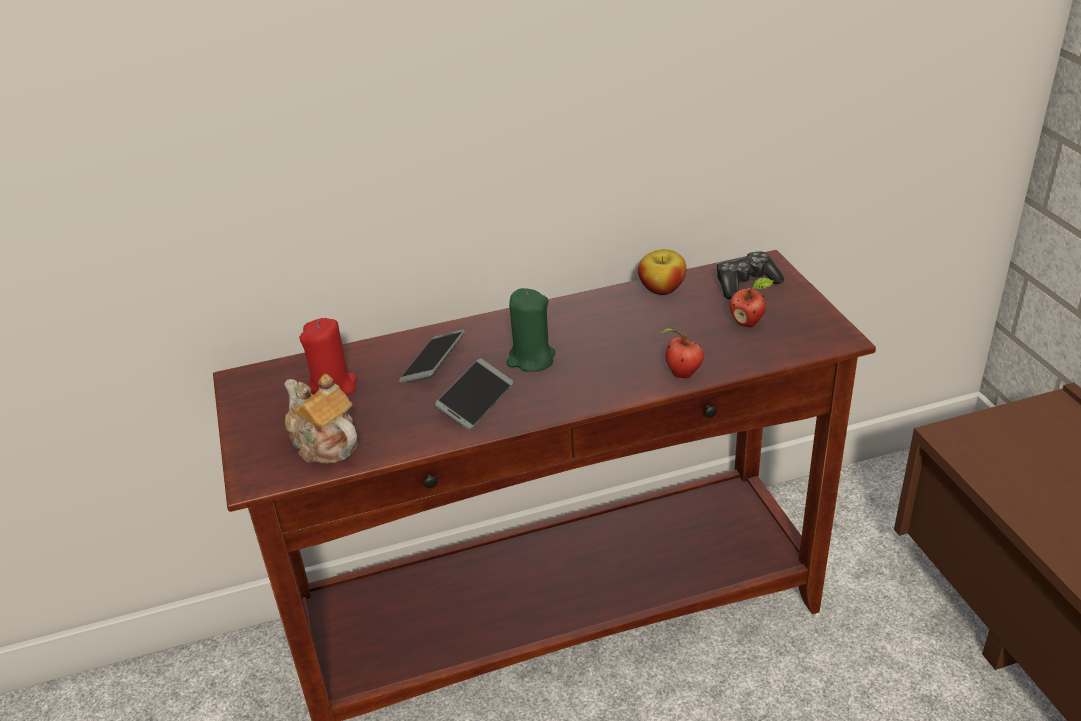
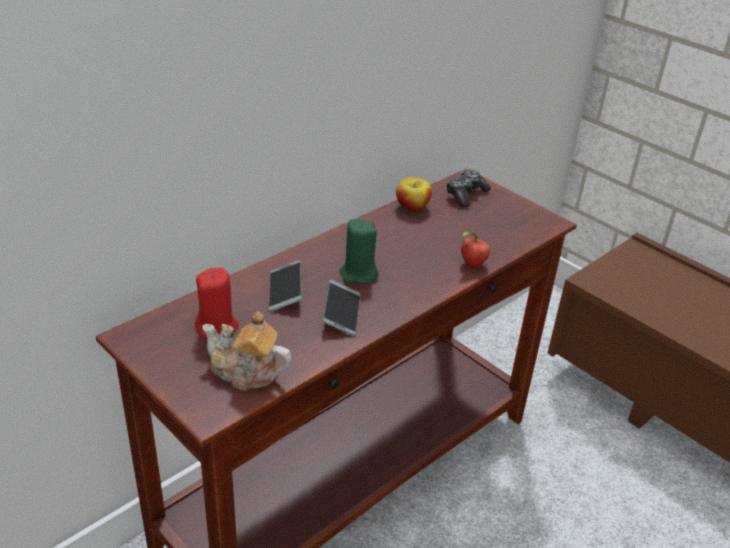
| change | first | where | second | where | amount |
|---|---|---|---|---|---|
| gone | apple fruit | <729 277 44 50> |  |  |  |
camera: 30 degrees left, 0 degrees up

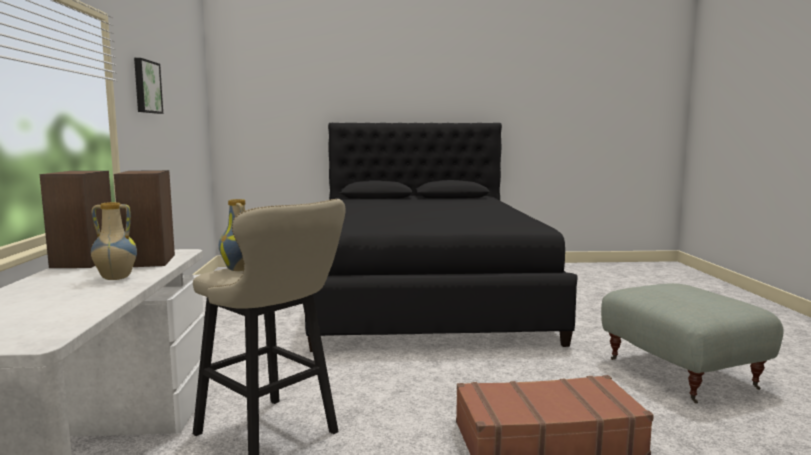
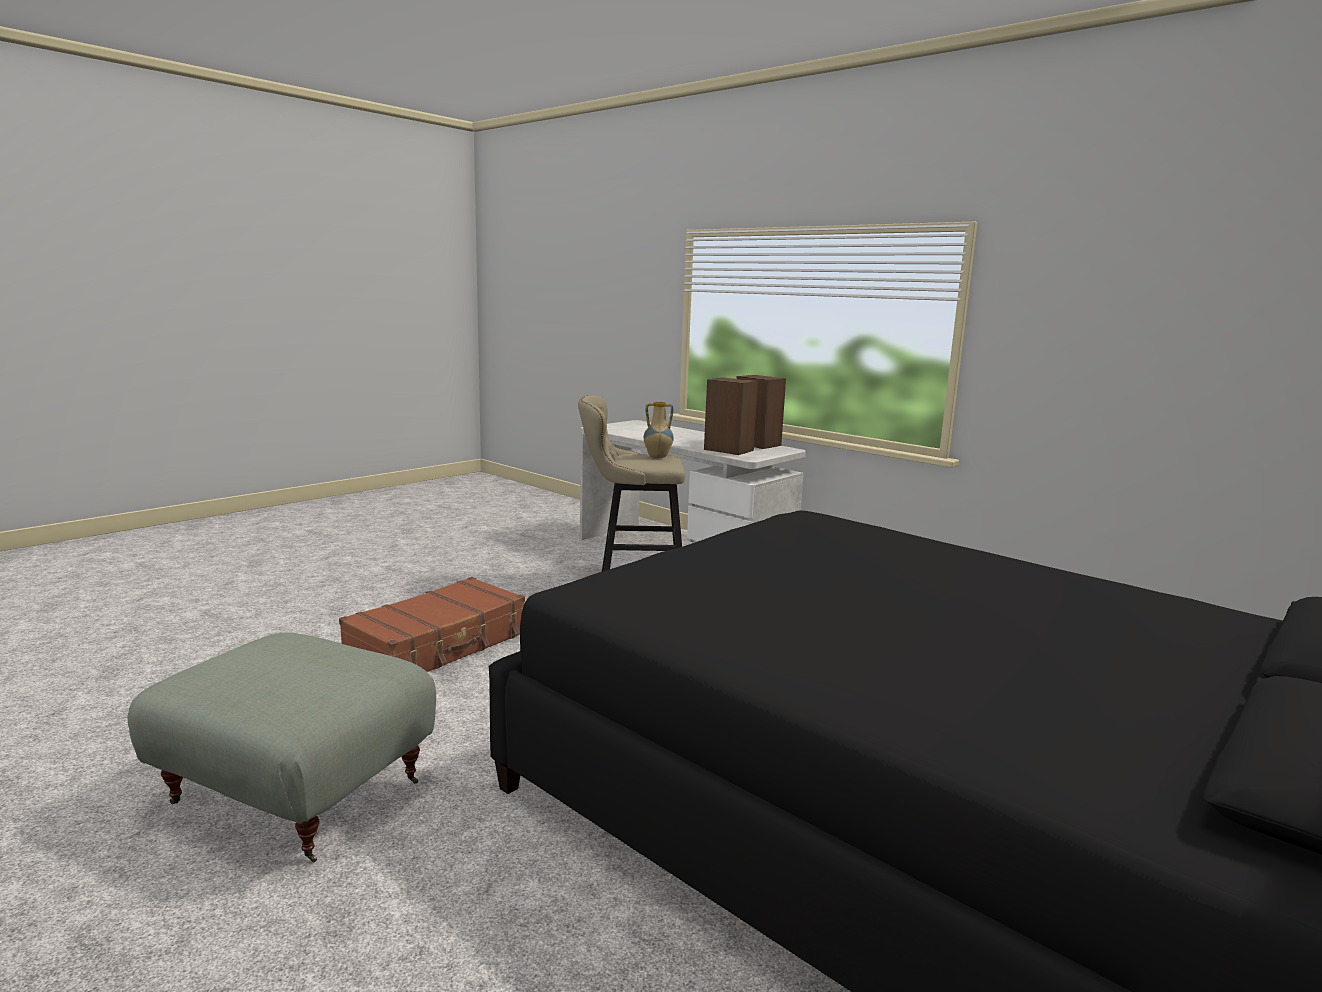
| change | first | where | second | where | amount |
|---|---|---|---|---|---|
| gone | wall picture | <134 58 29 56> |  |  |  |
| gone | decorative vase | <91 202 46 78> |  |  |  |
camera: 135 degrees right, 5 degrees up

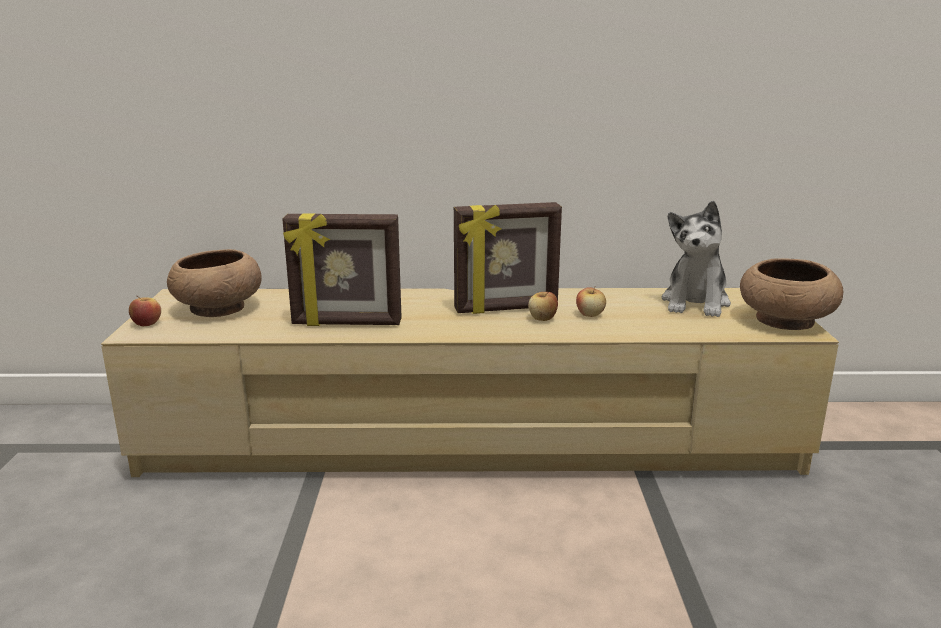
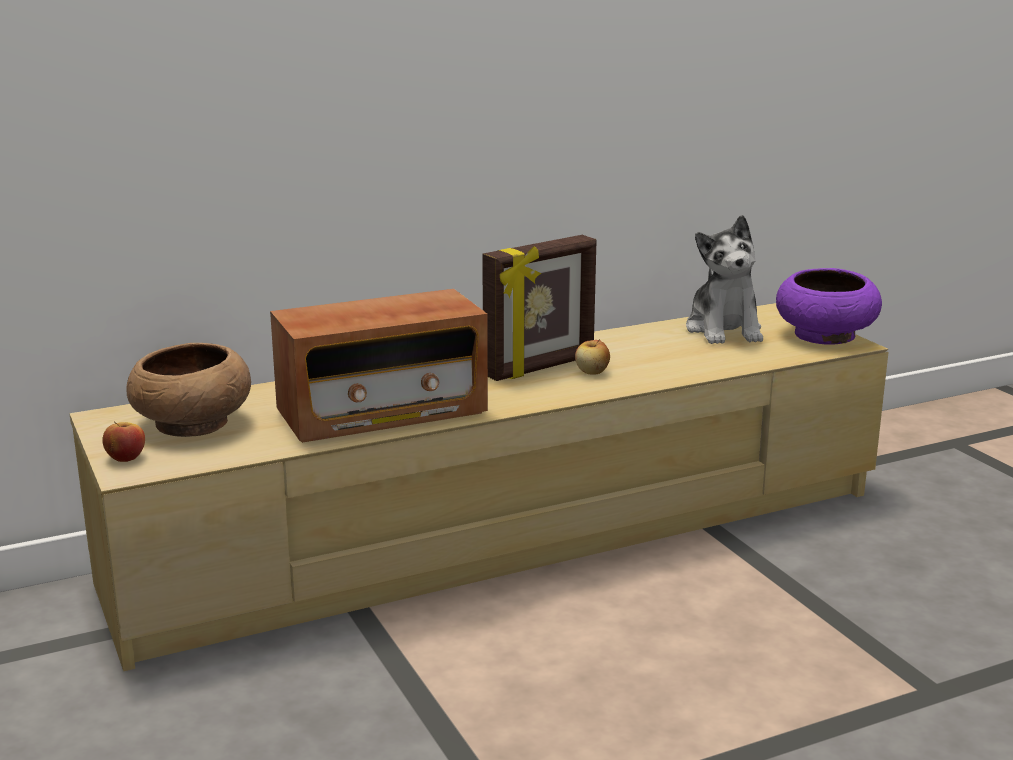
| change | first | where | second | where | amount |
|---|---|---|---|---|---|
| swapped | photo frame | <282 213 120 113> | radio receiver | <270 289 218 154> |  |
| repainted | brown-coloured serving bowl | <740 258 103 72> | purplish serving bowl | <776 268 106 77> |  |
| gone | apple fruit | <576 286 30 31> |  |  |  |
camera: 25 degrees left, 0 degrees up

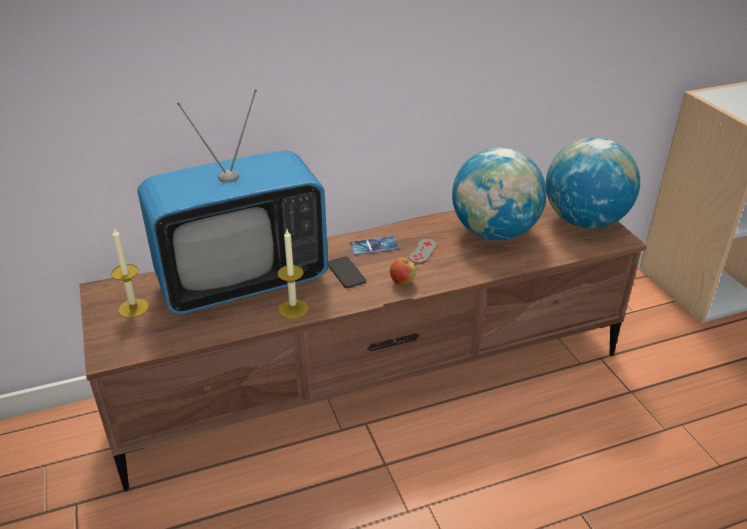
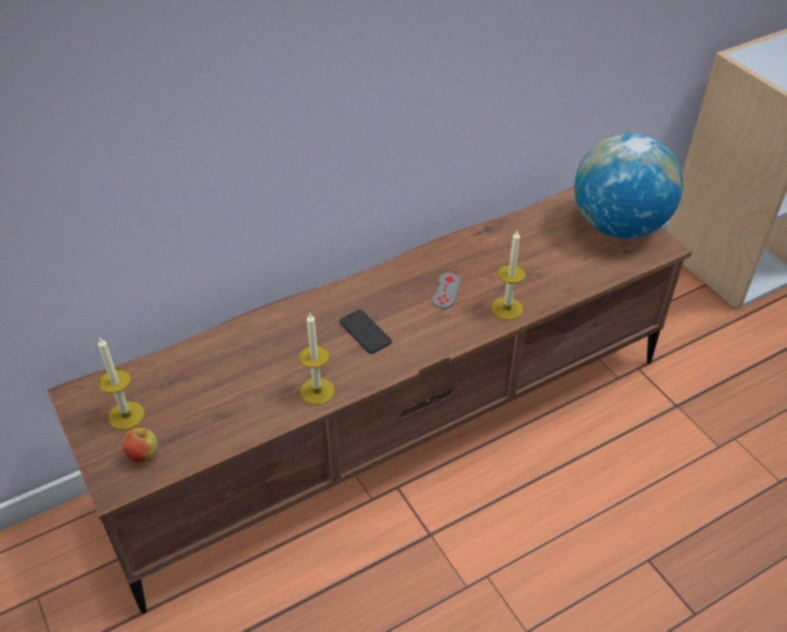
| change | first | where | second | where | amount |
|---|---|---|---|---|---|
| gone | television | <137 90 191 224> |  |  |  |
| gone | desk globe | <452 147 95 94> |  |  |  |
| gone | telephone | <350 236 49 19> |  |  |  |
| shifted | apple fruit | <390 257 26 28> |  | <123 427 35 37> |  |
| new |  |  | wax light | <492 229 34 91> |  |
camera: 10 degrees left, 10 degrees up

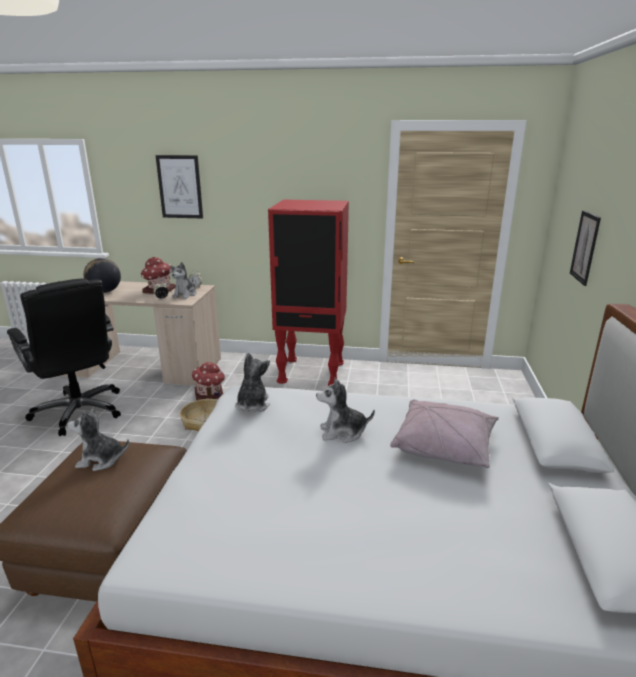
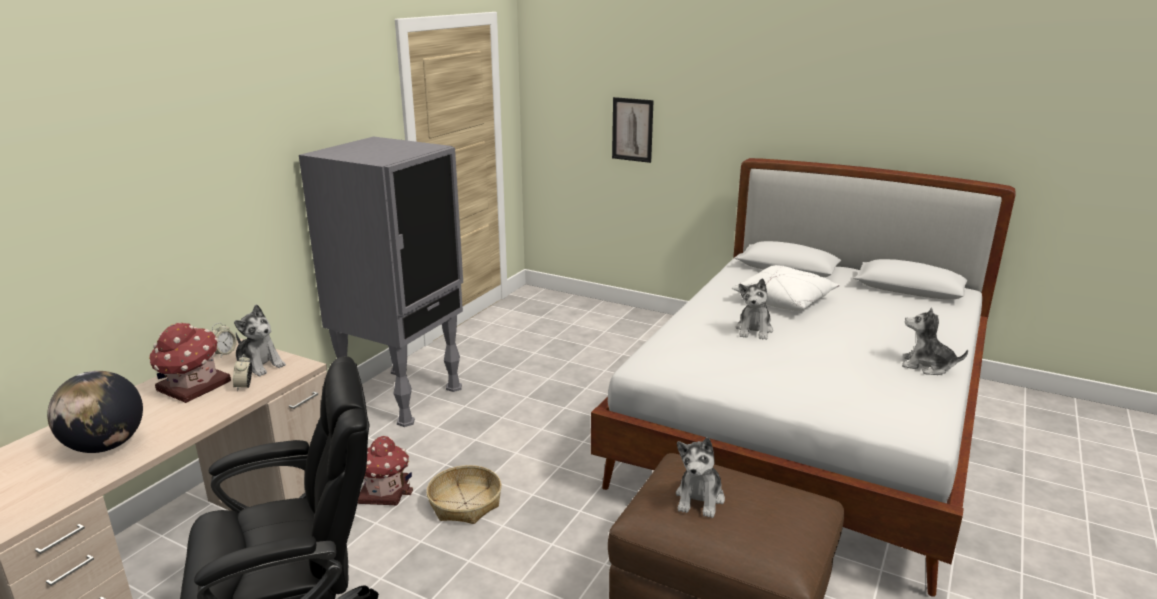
| change | first | where | second | where | amount |
|---|---|---|---|---|---|
| gone | wall picture | <156 155 47 64> |  |  |  |
| repainted | red-coloured cupboard | <268 200 81 186> | gray cupboard | <299 136 164 291> |  |
| shifted | plush toy | <235 353 35 59> |  | <902 307 66 68> |  |
| repainted | purplish pillow | <390 399 109 69> | white pillow | <732 265 108 46> |  |
camera: 70 degrees left, 0 degrees up

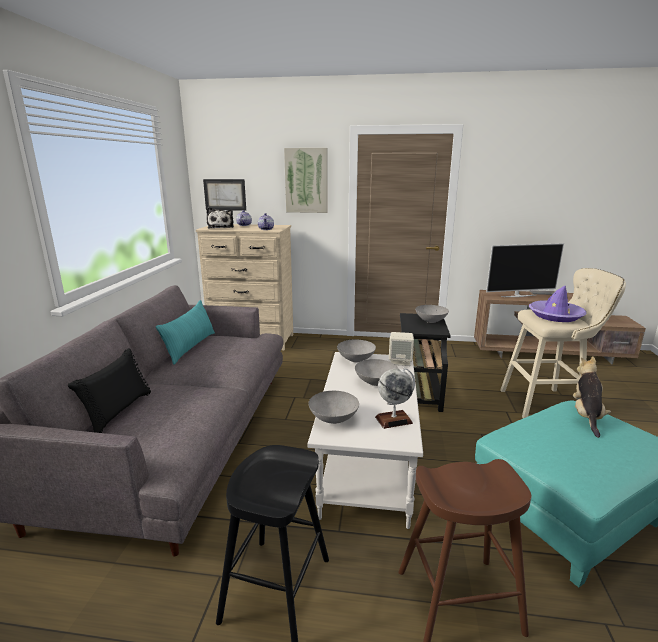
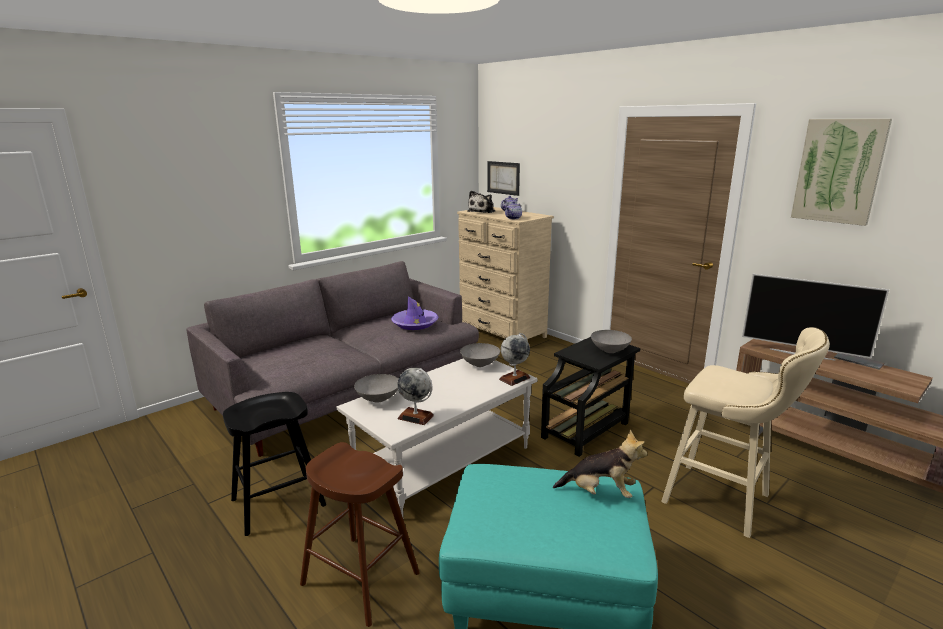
| change | first | where | second | where | amount |
|---|---|---|---|---|---|
| shifted | wall picture | <284 148 44 65> |  | <791 119 101 107> |  |
| shifted | purplish clothing hat | <529 286 58 36> |  | <391 297 47 33> |  |
| gone | turquoise pillow | <156 300 59 64> |  |  |  |
| swapped | beige audio speaker | <389 332 25 34> | desk globe | <499 333 32 53> |  |
| gone | black-coloured pillow | <68 348 83 85> |  |  |  |
| rotated | plush toy | <573 356 38 82> |  | <553 430 94 68> | 45 degrees clockwise |
| gone | gray serving bowl | <355 359 43 27> |  |  |  |
camera: 40 degrees right, 0 degrees up

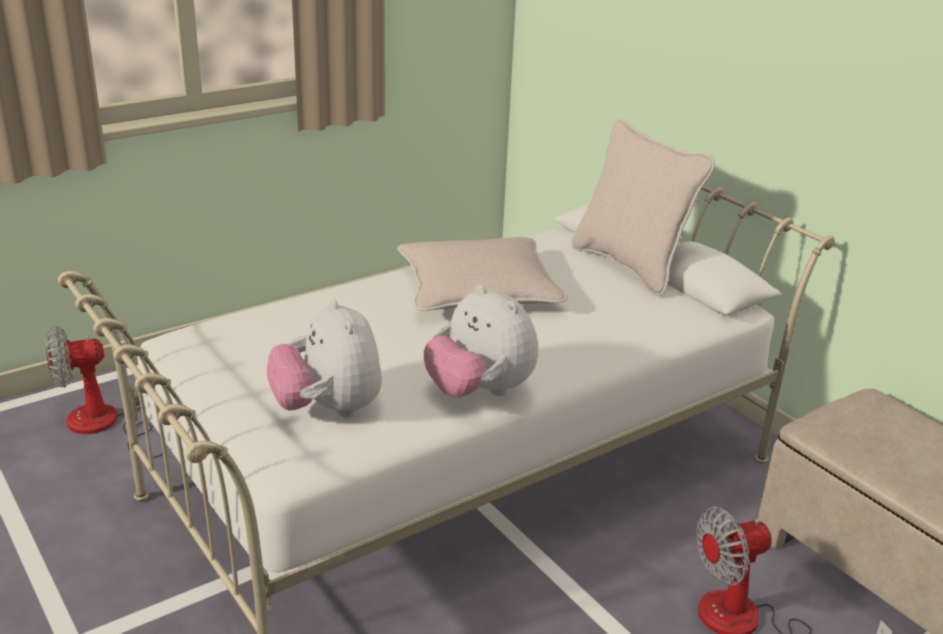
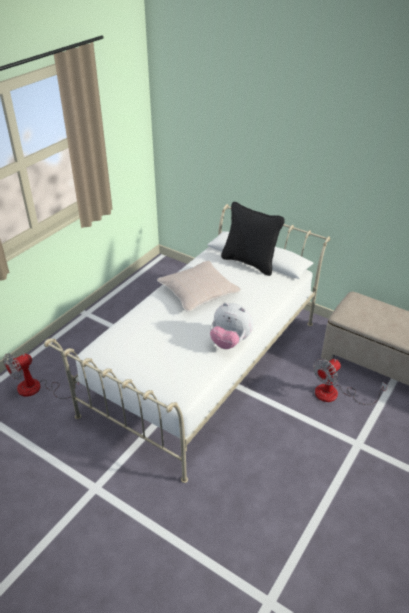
| change | first | where | second | where | amount |
|---|---|---|---|---|---|
| repainted | beige pillow | <571 118 144 178> | black-coloured pillow | <221 202 64 74> |  |
| gone | plush toy | <267 299 115 119> |  |  |  |
camera: 20 degrees left, 10 degrees up

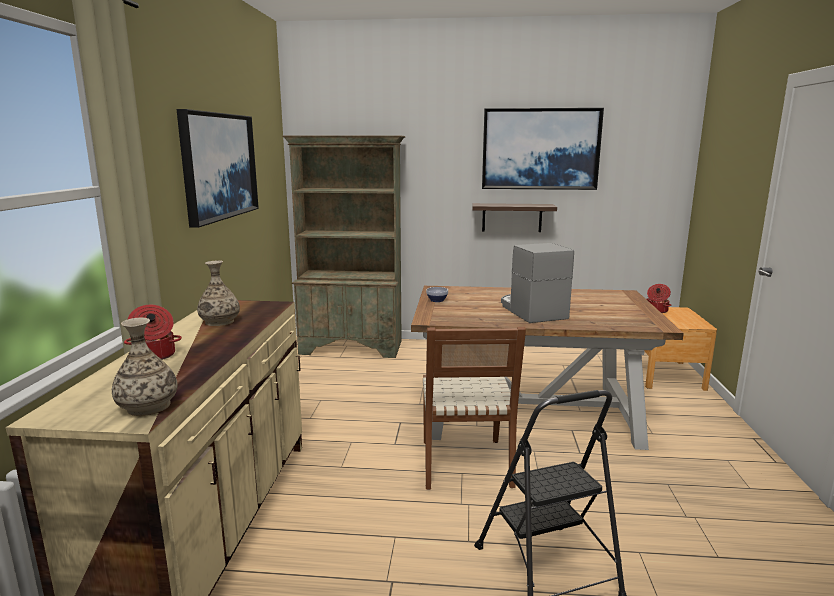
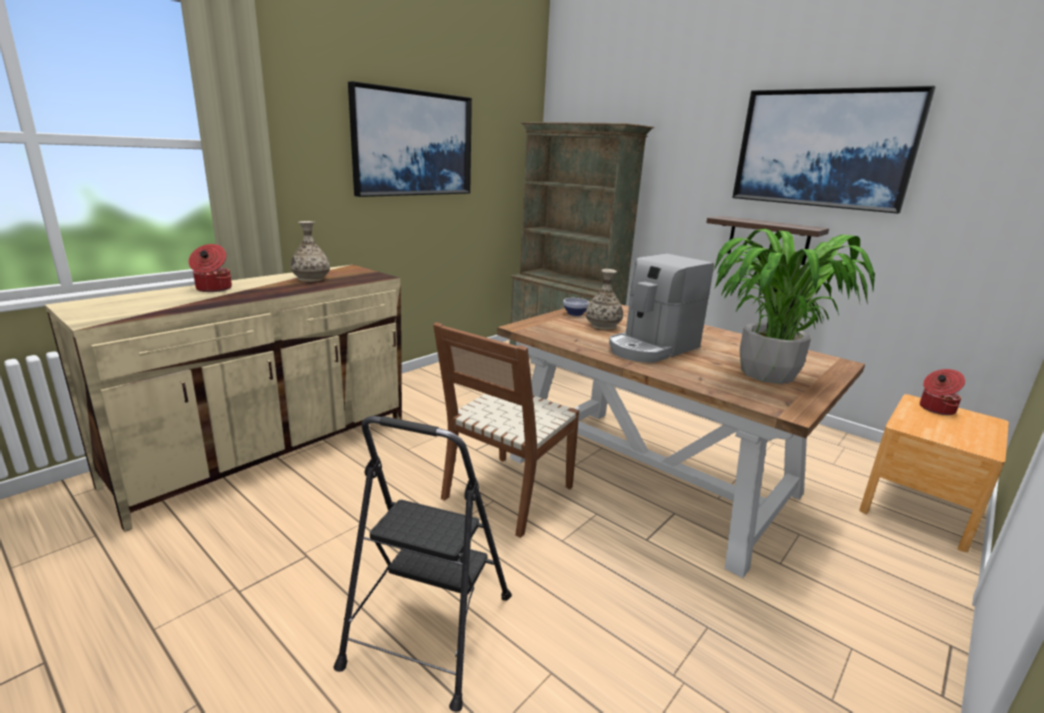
| change | first | where | second | where | amount |
|---|---|---|---|---|---|
| rotated | coffee brewer | <501 243 73 80> |  | <609 254 105 109> | 150 degrees counterclockwise |
| shifted | decorative vase | <112 317 66 99> |  | <586 269 37 61> |  |
| new |  |  | potted plant | <714 229 161 155> |  |
camera: 35 degrees right, 5 degrees up

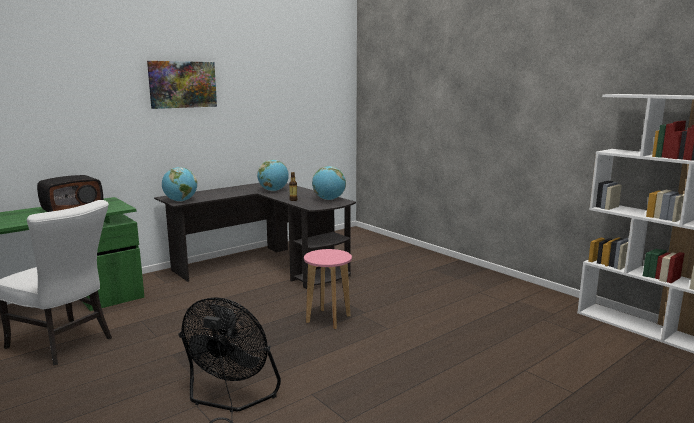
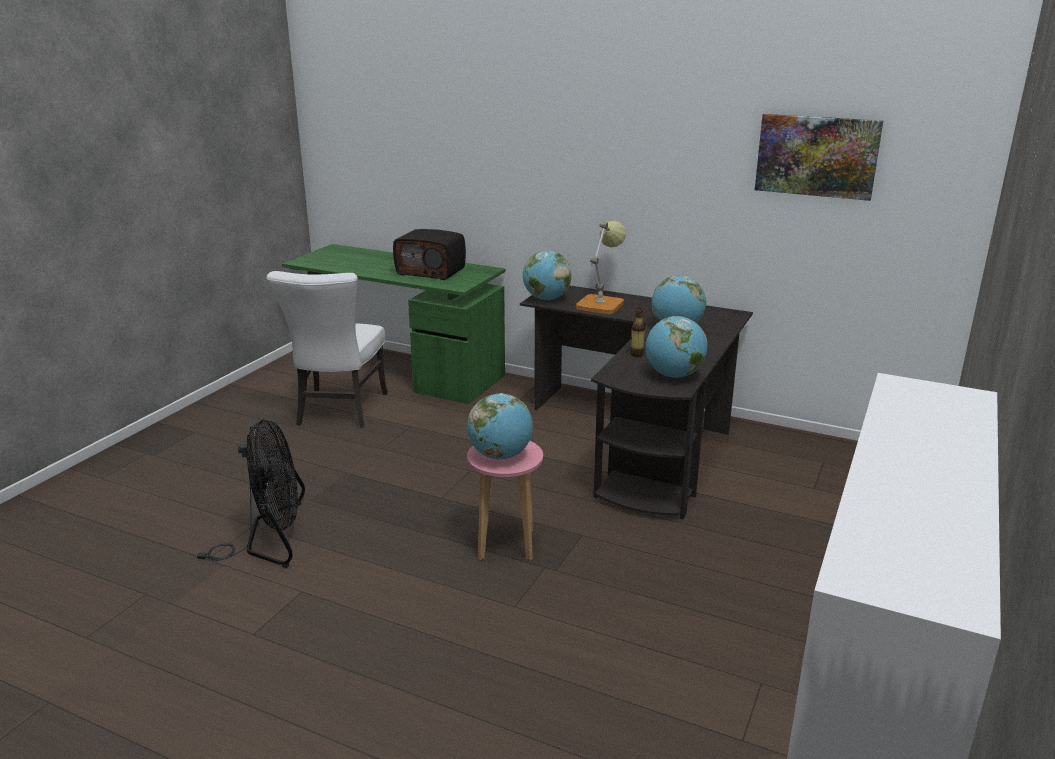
| change | first | where | second | where | amount |
|---|---|---|---|---|---|
| shifted | wall picture | <147 61 70 48> |  | <755 114 128 87> |  |
| new |  |  | table lamp | <576 221 50 93> |  |
| new |  |  | desk globe | <467 393 66 67> |  |
camera: 65 degrees right, 10 degrees up

